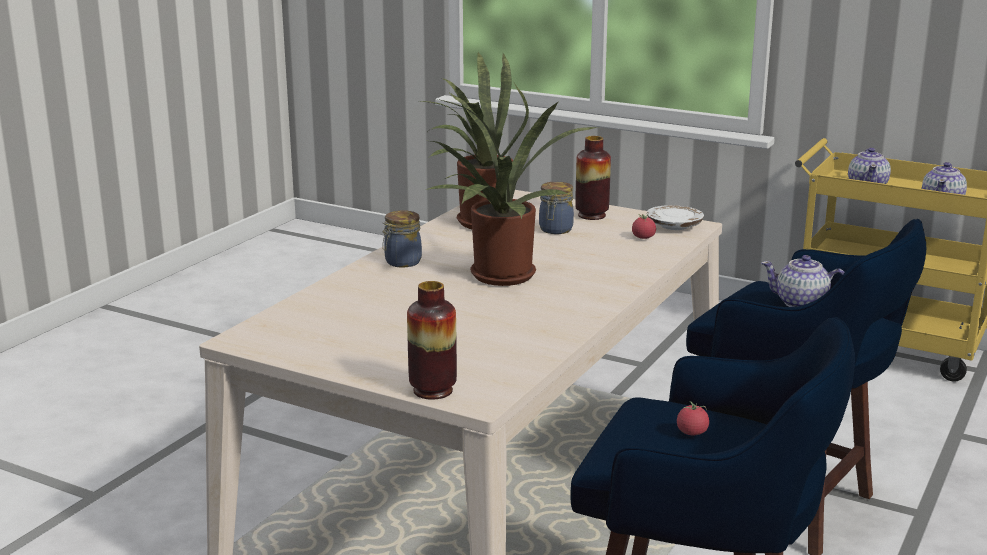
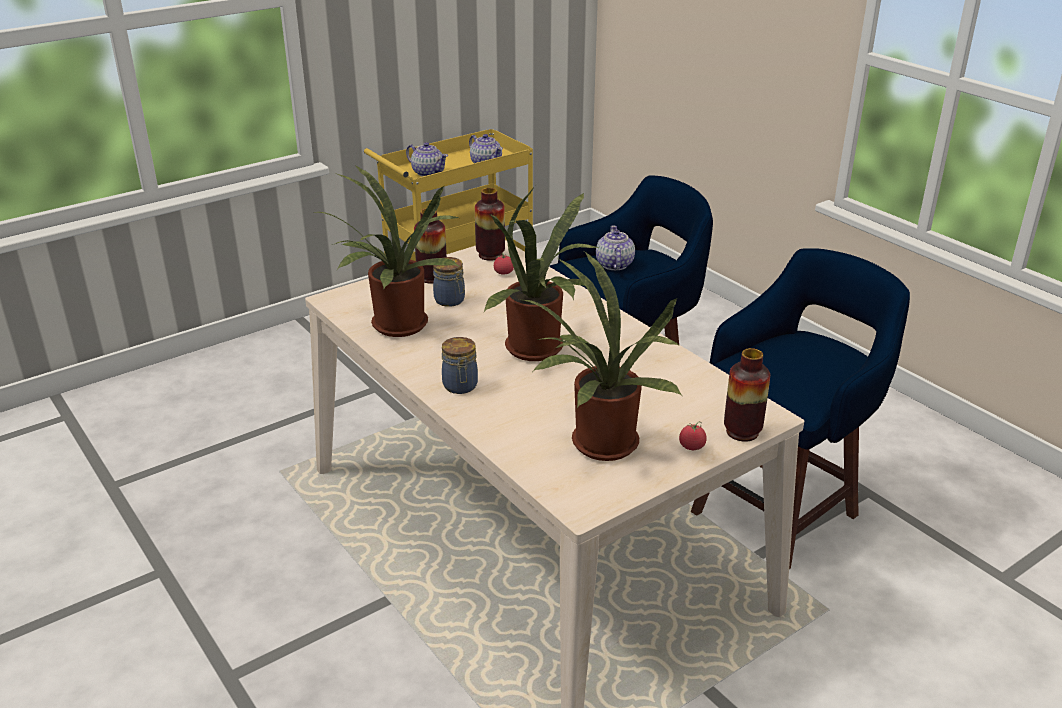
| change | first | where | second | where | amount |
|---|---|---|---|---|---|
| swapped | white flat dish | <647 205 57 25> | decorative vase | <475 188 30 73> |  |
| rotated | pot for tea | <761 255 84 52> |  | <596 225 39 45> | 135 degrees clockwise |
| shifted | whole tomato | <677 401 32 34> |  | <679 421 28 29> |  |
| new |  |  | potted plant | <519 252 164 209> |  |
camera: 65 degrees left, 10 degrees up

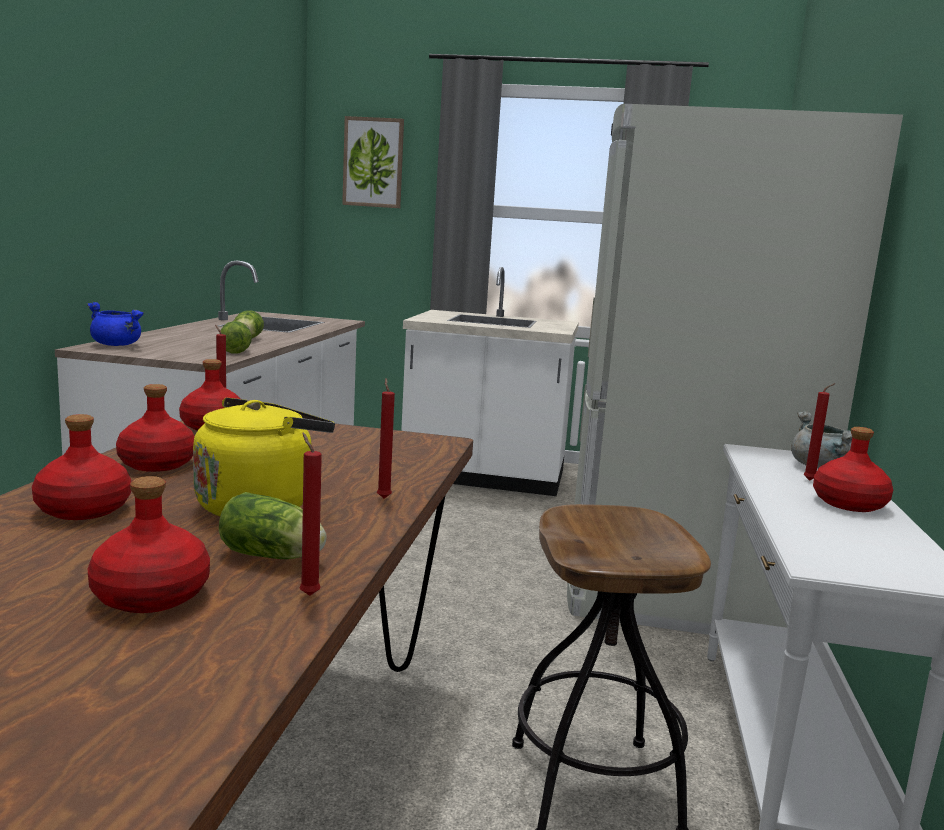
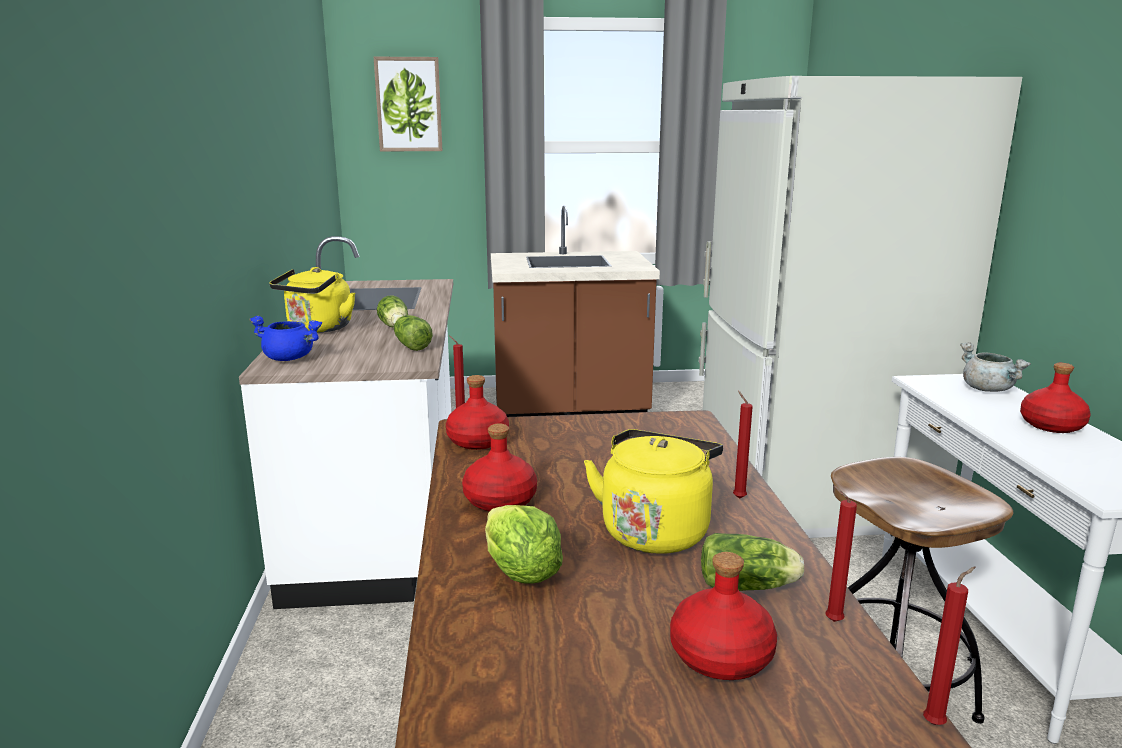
| change | first | where | second | where | amount |
|---|---|---|---|---|---|
| repainted | white kitchen base unit | <401 267 178 229> | brown-coloured kitchen base unit | <491 206 169 211> |  |
| shifted | red-coloured wax light | <804 383 32 98> |  | <923 567 52 158> |  |
| swapped | red-coloured bottle | <32 414 99 106> | lettuce head | <485 505 78 79> |  |
| new |  |  | yellow kettle | <269 267 86 66> |  |
camera: 15 degrees left, 5 degrees up

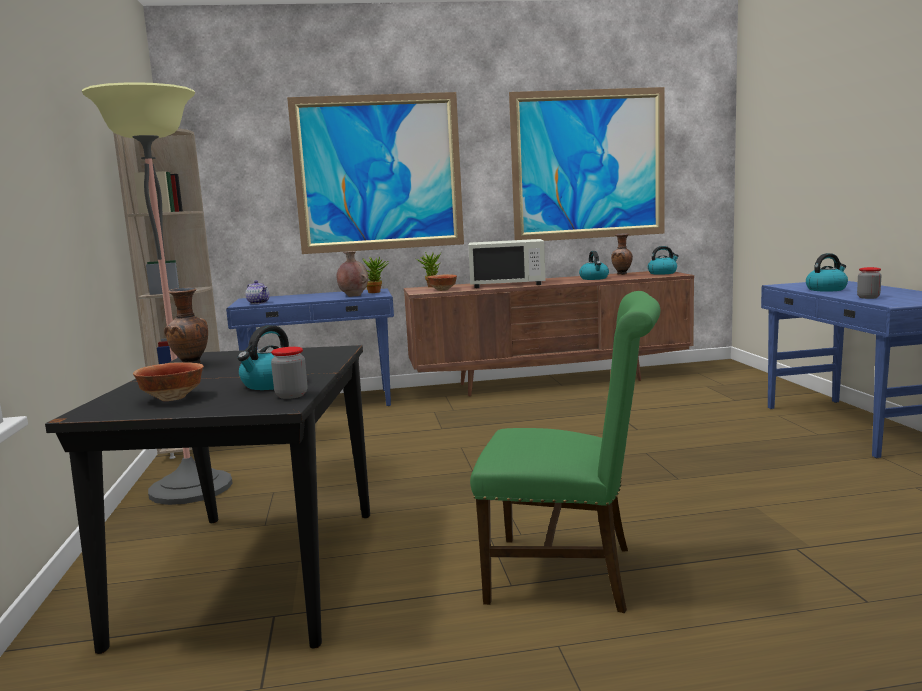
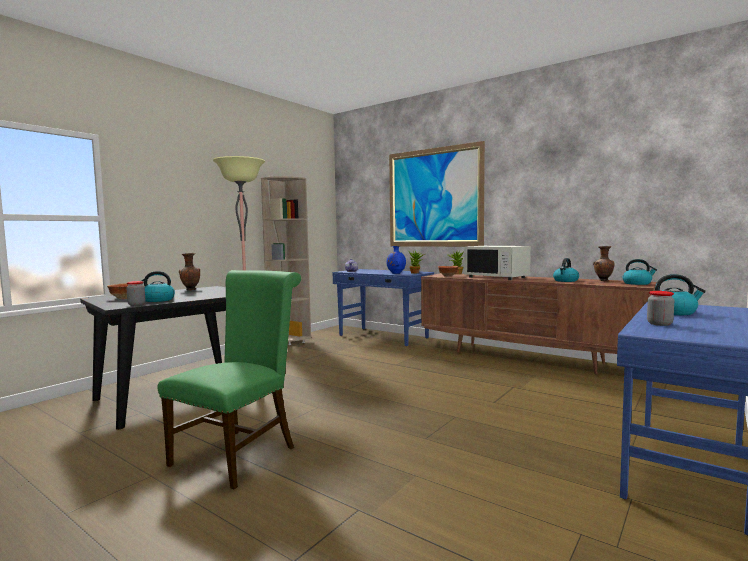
| change | first | where | second | where | amount |
|---|---|---|---|---|---|
| gone | wall picture | <509 87 155 154> |  |  |  |
| repainted | brown-coloured decorative vase | <337 251 31 46> | blue-coloured decorative vase | <386 246 20 28> |  |
| rotated | green plain chair | <470 291 190 322> |  | <157 270 144 220> | 120 degrees counterclockwise |
camera: 45 degrees right, 5 degrees down

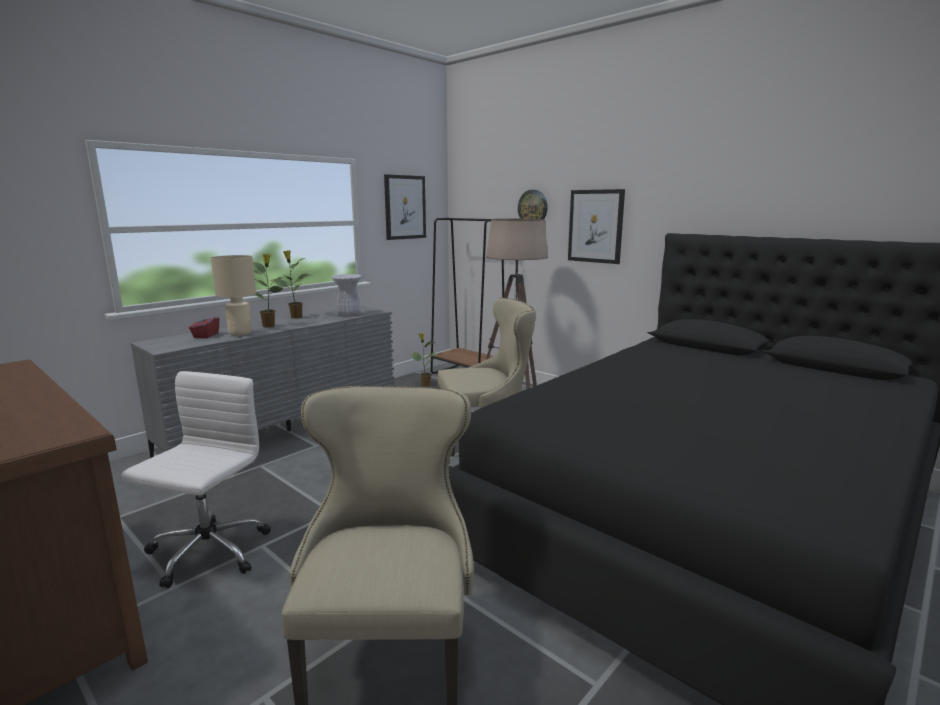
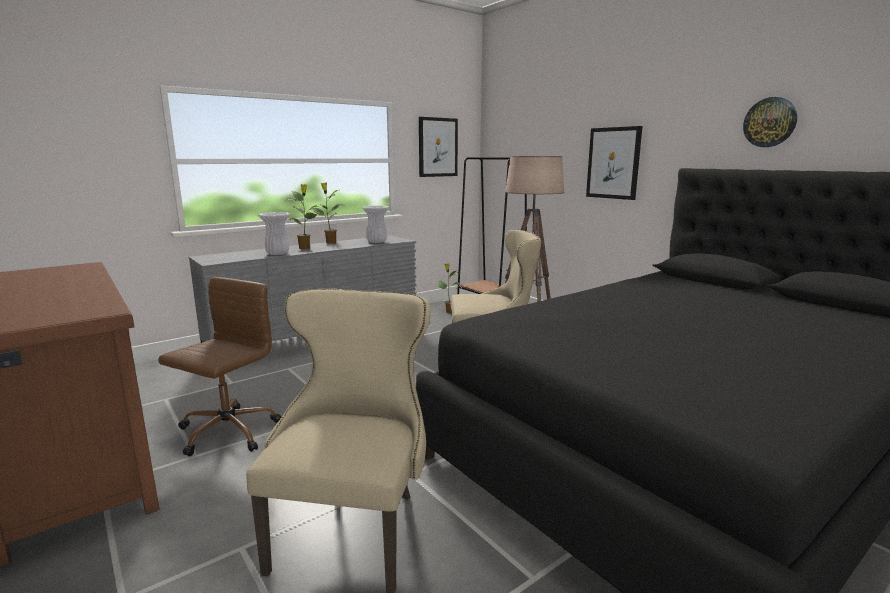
| change | first | where | second | where | amount |
|---|---|---|---|---|---|
| shifted | hanging clock | <518 190 30 29> |  | <743 97 54 50> |  |
| swapped | beige table lamp | <211 255 45 81> | white decorative vase | <258 212 32 43> |  |
| gone | red-coloured tissue box | <189 312 30 26> |  |  |  |
| repainted | white office chair | <121 371 150 217> | brown-coloured office chair | <158 277 123 179> |  |
camera: 10 degrees right, 0 degrees up

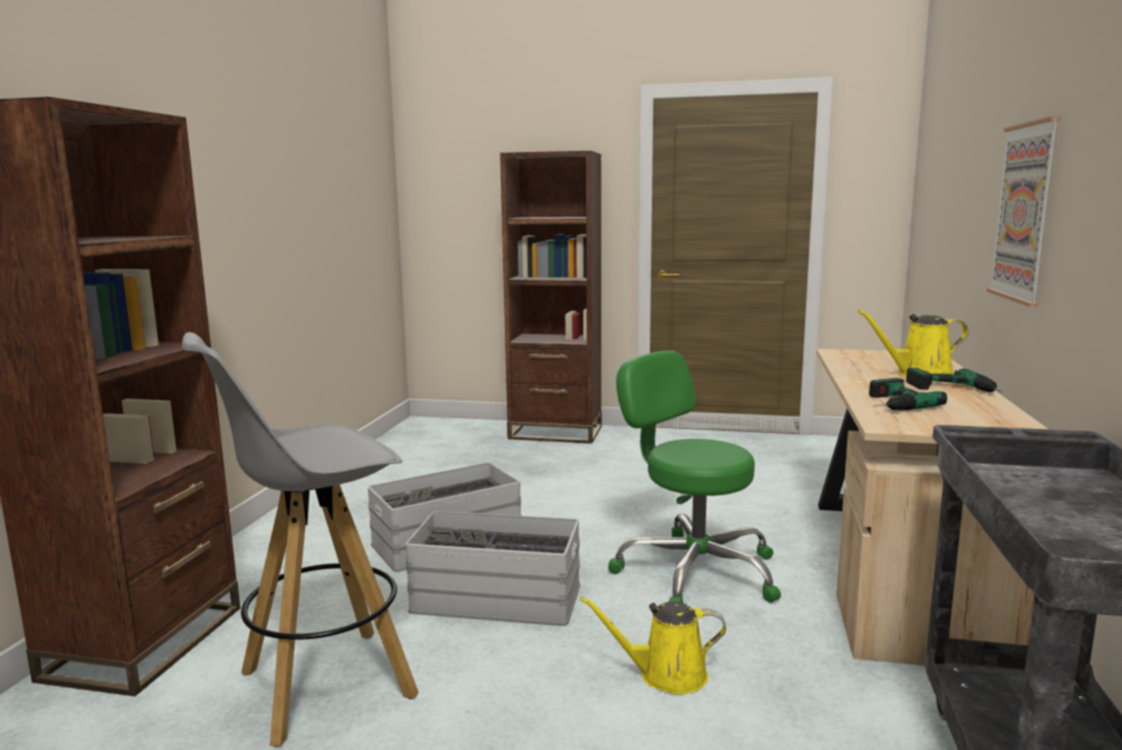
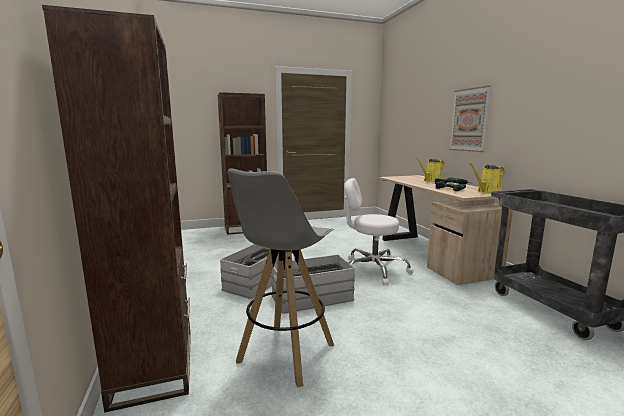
| change | first | where | second | where | amount |
|---|---|---|---|---|---|
| repainted | green office chair | <608 351 173 252> | white office chair | <344 178 70 107> |  |
| shifted | yellow watering pot | <580 597 146 97> |  | <470 163 34 31> |  |
camera: 30 degrees left, 0 degrees up

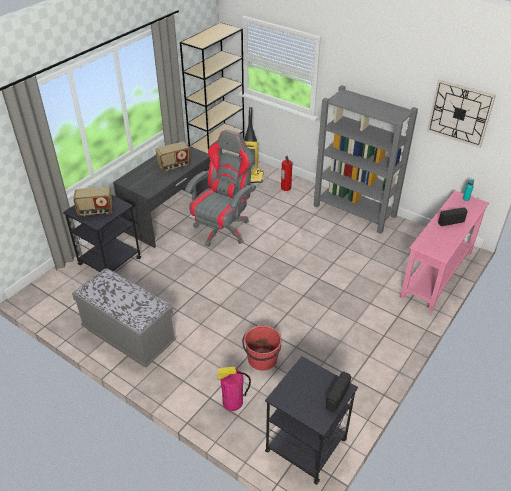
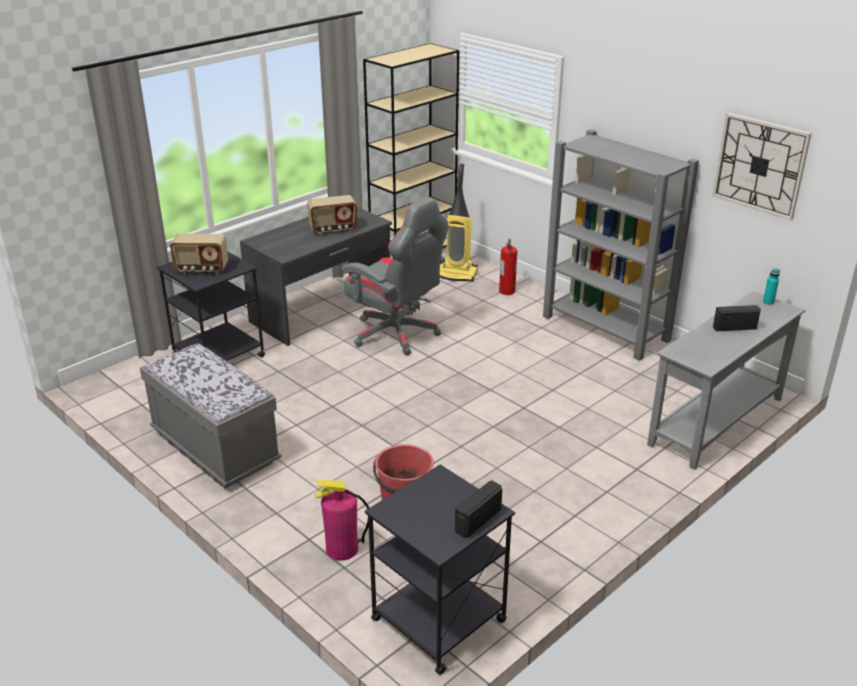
| change | first | where | second | where | amount |
|---|---|---|---|---|---|
| rotated | gray office chair | <185 130 71 117> |  | <342 196 107 159> | 90 degrees clockwise |
| repainted | pinkish hall table | <400 191 89 121> | gray hall table | <647 291 158 179> |  |
camera: 10 degrees right, 10 degrees down

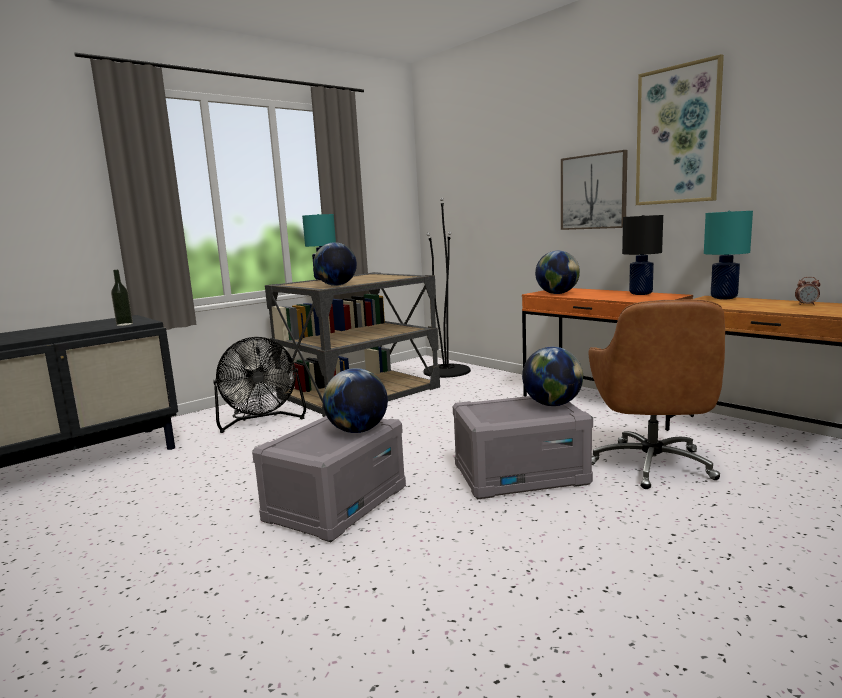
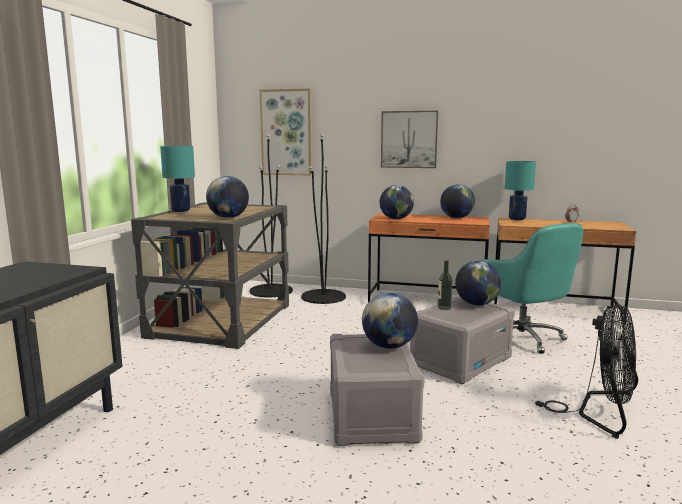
| change | first | where | second | where | amount |
|---|---|---|---|---|---|
| shifted | wall picture | <636 54 88 151> |  | <260 88 52 88> |  |
| swapped | black-coloured table lamp | <622 215 41 80> | desk globe | <440 184 35 34> |  |
| shifted | bottle | <111 270 22 56> |  | <438 260 15 50> |  |
| repainted | brown-coloured office chair | <588 299 137 190> | turquoise office chair | <482 223 101 131> |  |
| shifted | black-coloured cooling fan | <213 337 93 96> |  | <534 303 104 136> |  |
| new |  |  | black-coloured floor lamp | <301 134 45 170> |  |
camera: 35 degrees left, 0 degrees up

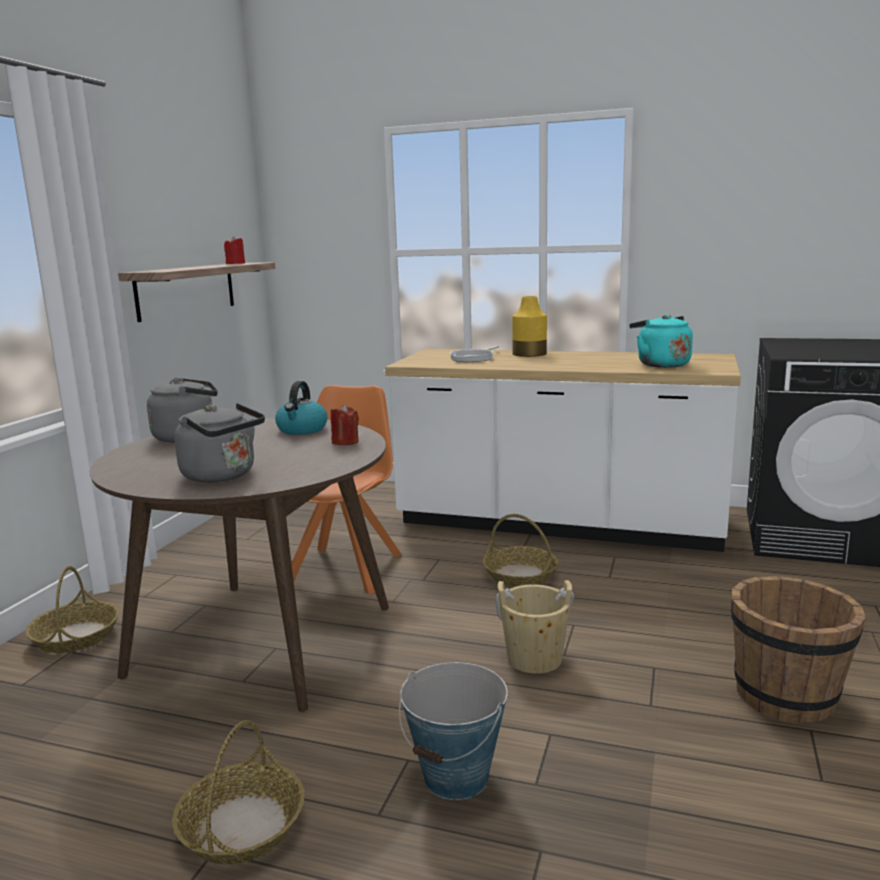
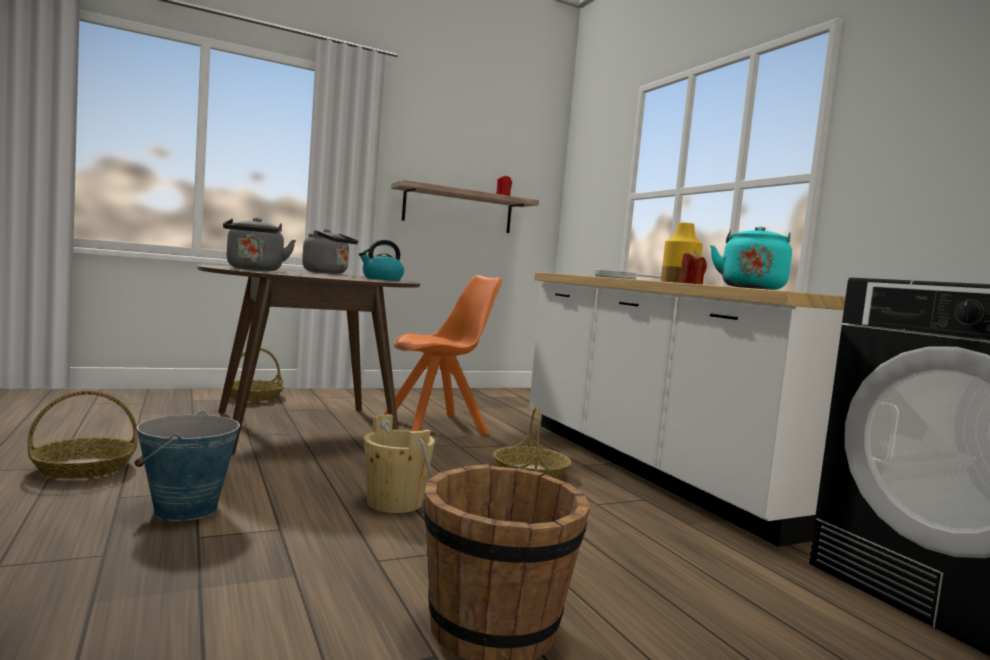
| change | first | where | second | where | amount |
|---|---|---|---|---|---|
| shifted | red-coloured wax light | <331 404 28 41> |  | <679 251 28 33> |  |
camera: 45 degrees right, 10 degrees down

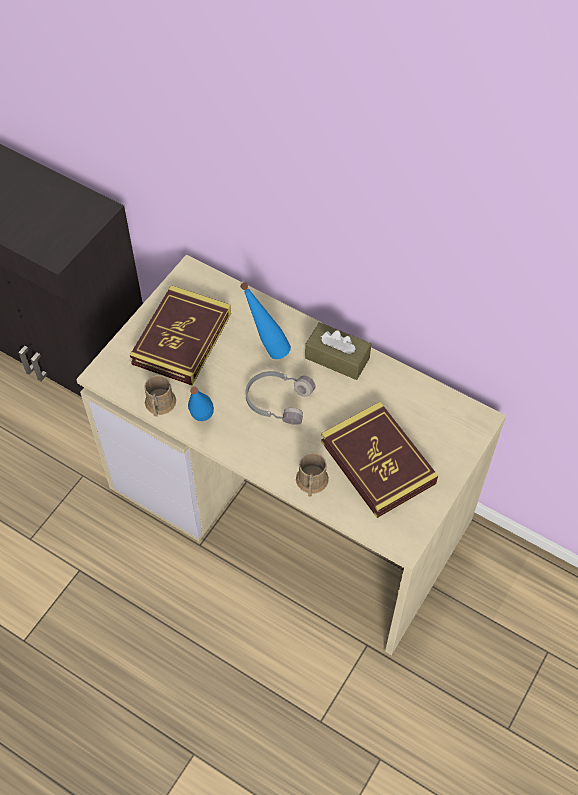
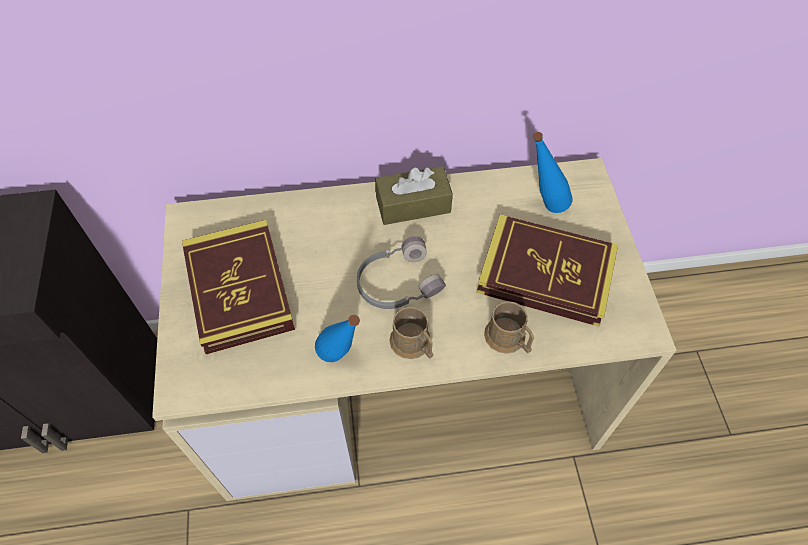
| change | first | where | second | where | amount |
|---|---|---|---|---|---|
| shifted | blue-coloured bottle | <240 282 51 77> |  | <533 132 39 81> |  |
| shifted | brown-coloured tea mug | <144 375 32 41> |  | <389 307 44 52> |  |
camera: 40 degrees left, 0 degrees up

